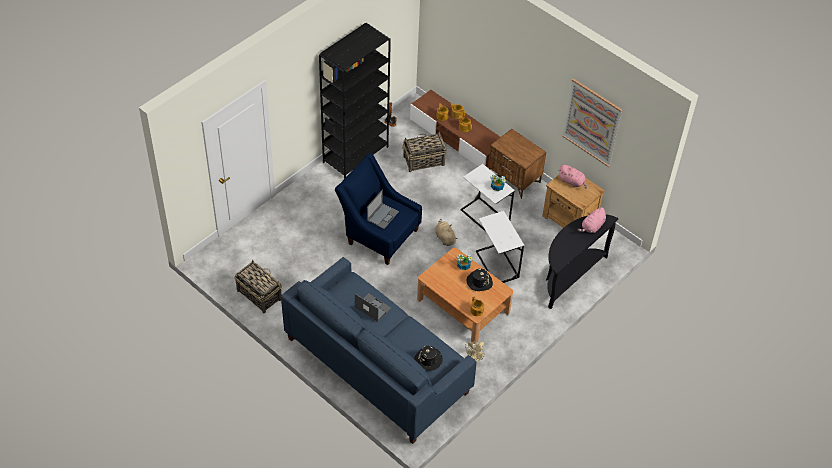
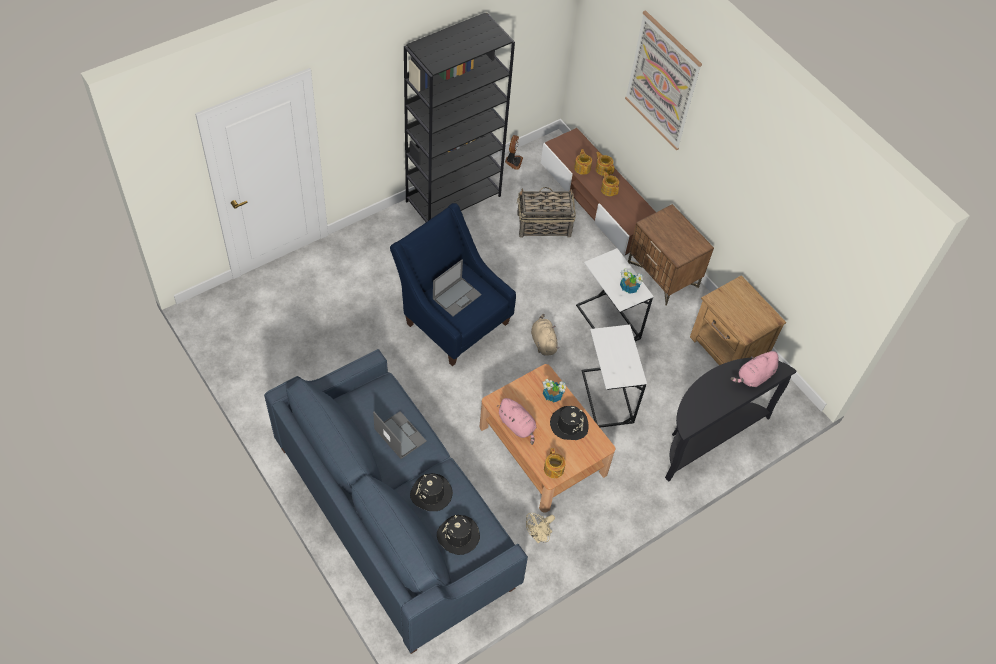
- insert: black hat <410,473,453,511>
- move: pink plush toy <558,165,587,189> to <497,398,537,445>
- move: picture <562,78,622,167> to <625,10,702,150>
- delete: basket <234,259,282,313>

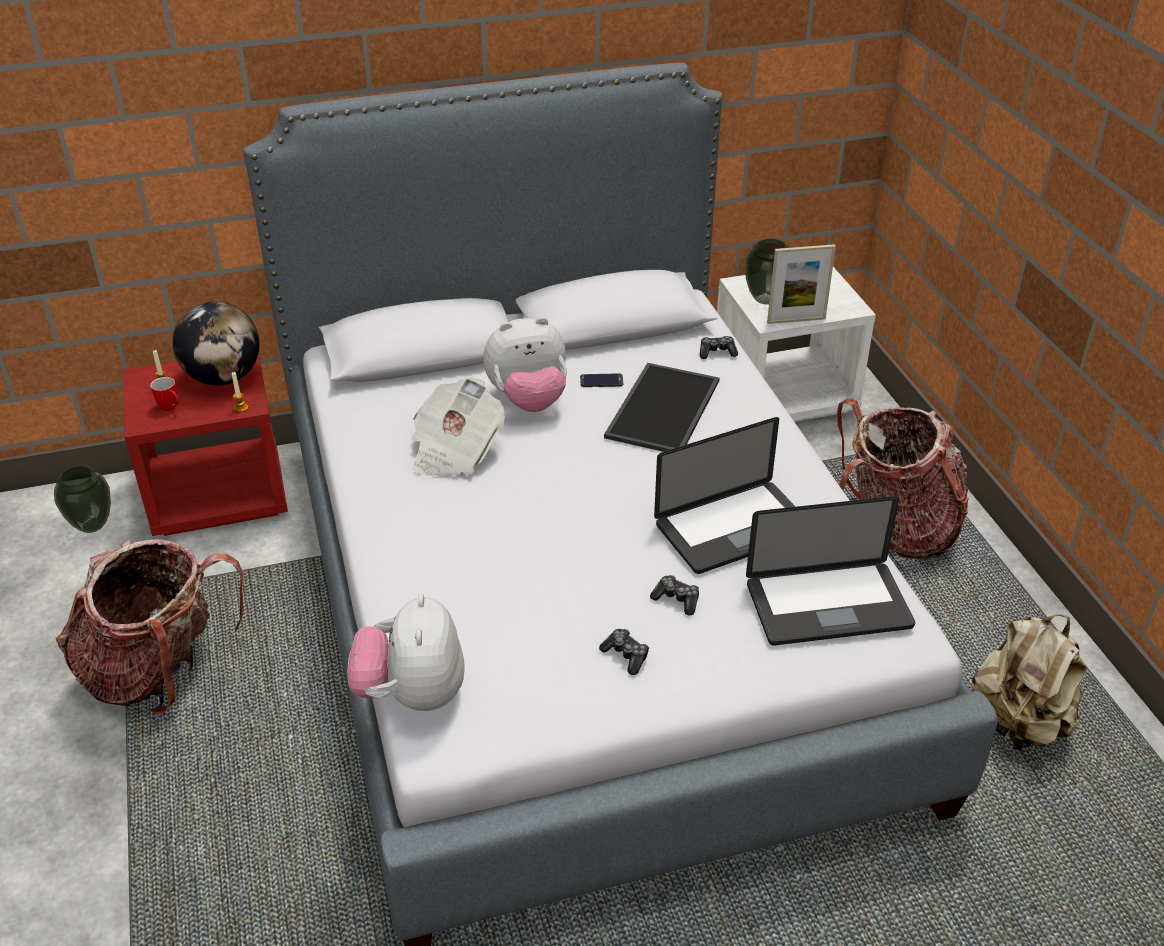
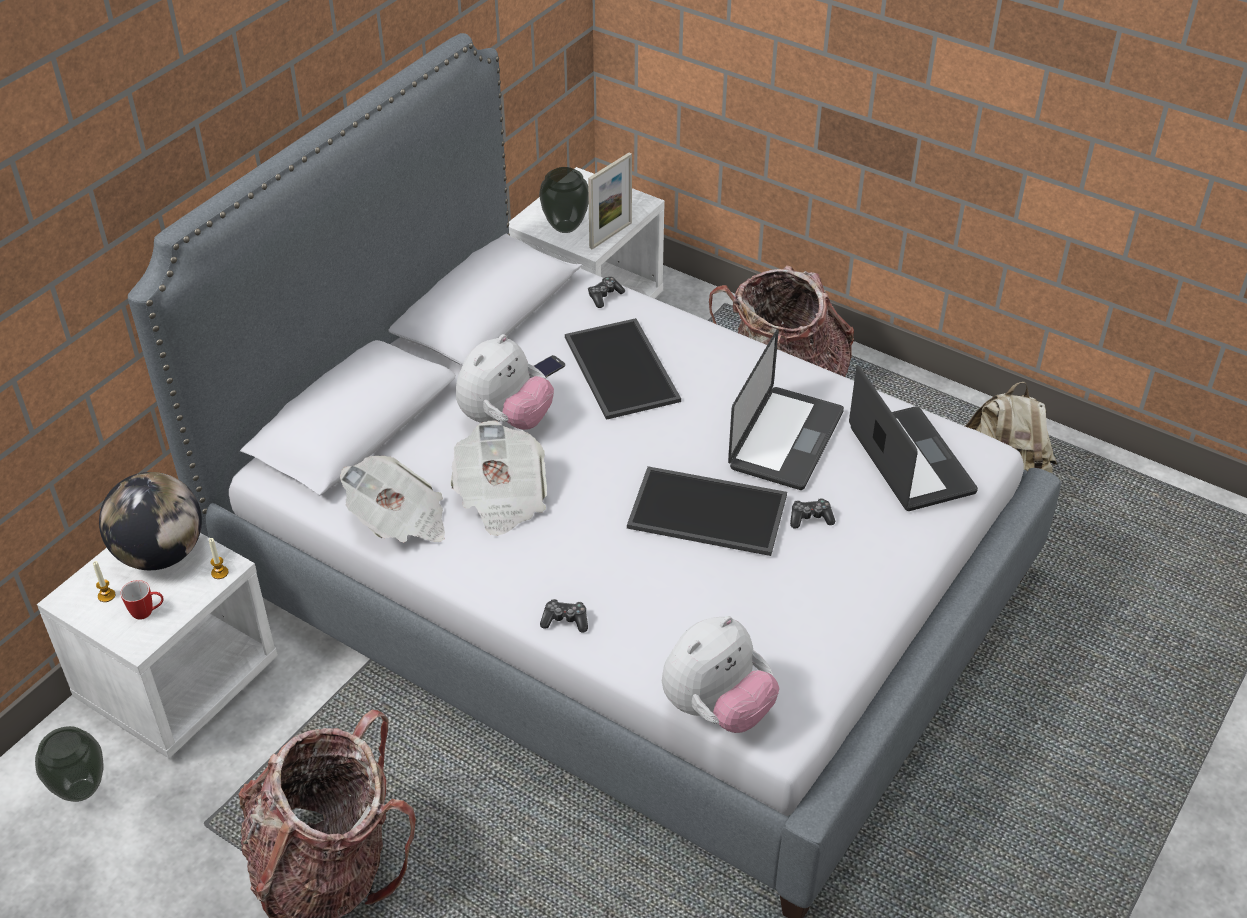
- recolor: red nightstand <123,354,288,536> to white nightstand <37,533,278,758>
- insert: newspaper <340,456,445,543>
- move: game controller <599,629,649,675> to <540,599,588,633>
- insert: tray <627,466,787,556>
- rotate: plush toy <347,594,465,711> = <662,616,779,733> 90 degrees counterclockwise
- rotate: laptop <746,496,915,645> = <849,365,978,511> 60 degrees counterclockwise

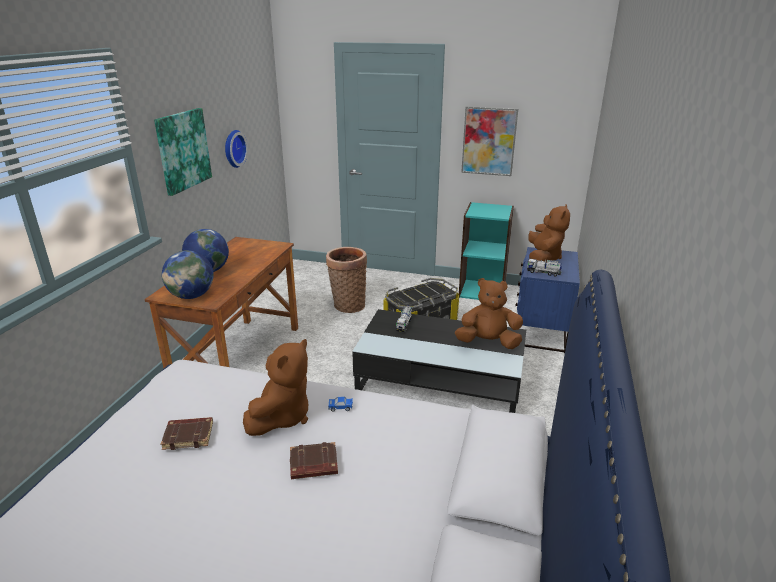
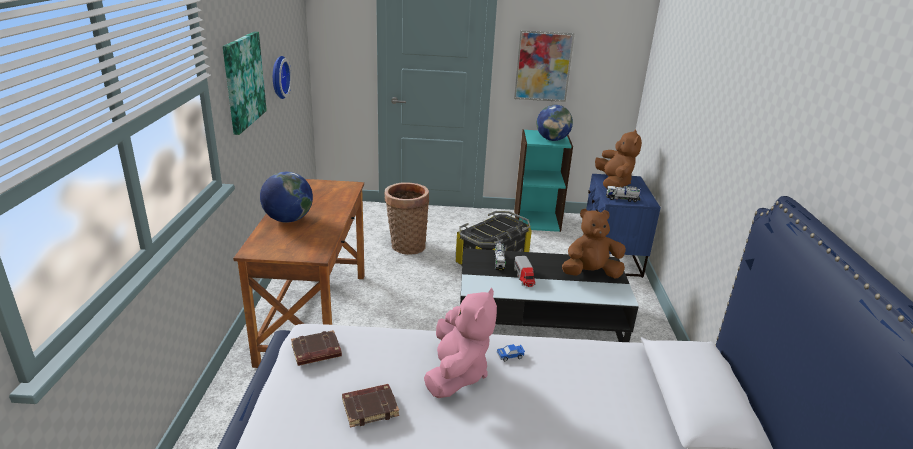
- move: brown book <290,442,338,479> to <291,330,342,366>
- recolor: brown plush toy <243,339,308,436> to pink plush toy <424,287,497,398>
- insert: toy truck <514,256,536,287>
- move: globe <162,250,214,299> to <536,105,573,141>

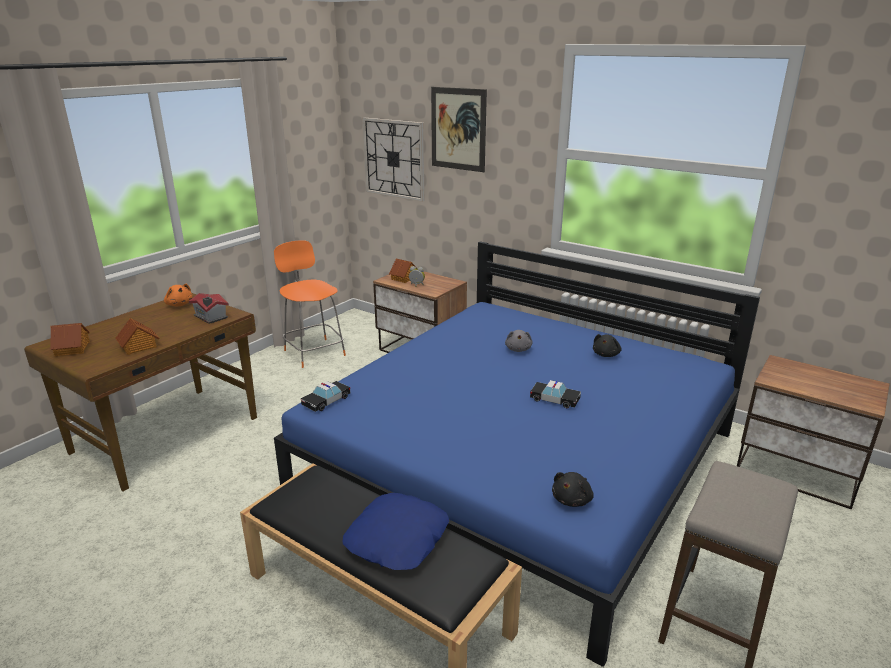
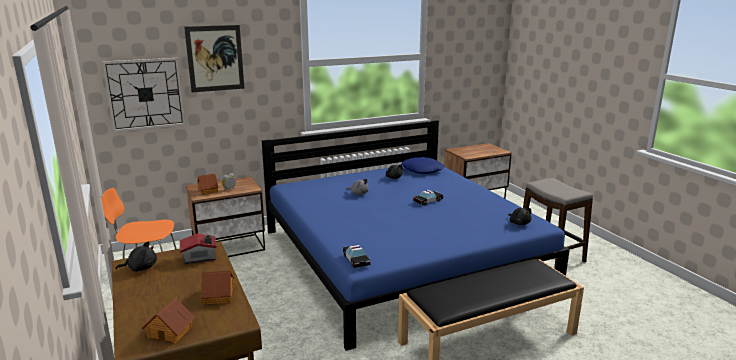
- recolor: orange plush toy <164,284,193,306> to black plush toy <116,241,157,272>
- move: blue pillow <343,493,449,570> to <401,157,445,174>

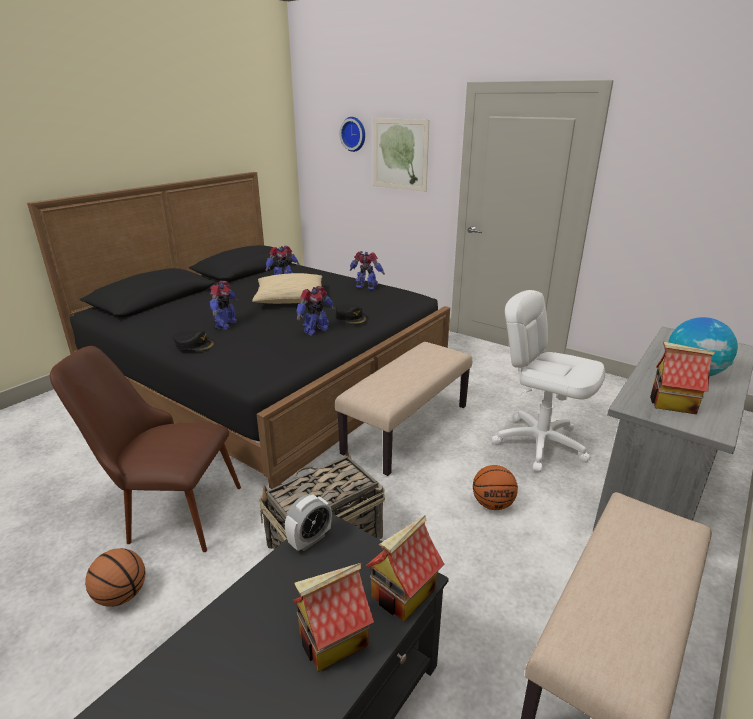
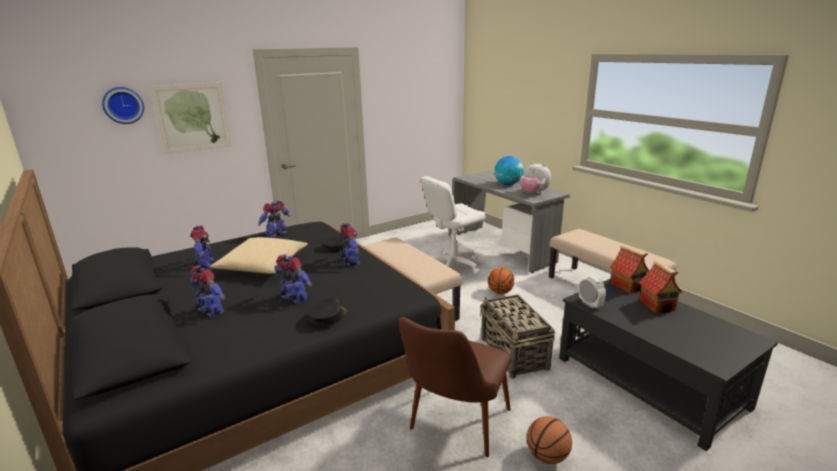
- insert: toy robot <190,265,225,317>
- replace: toy house <650,342,715,414> to plush toy <520,162,551,194>

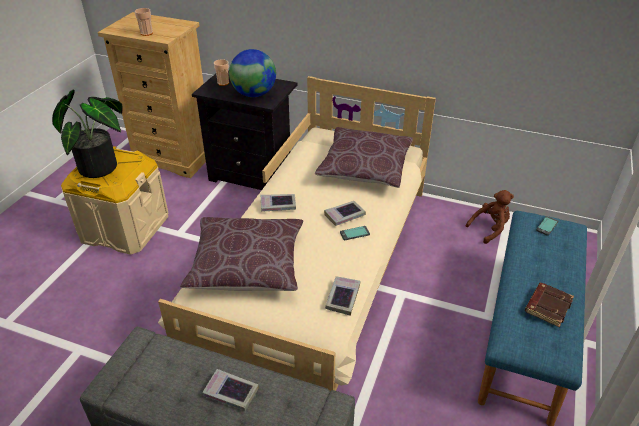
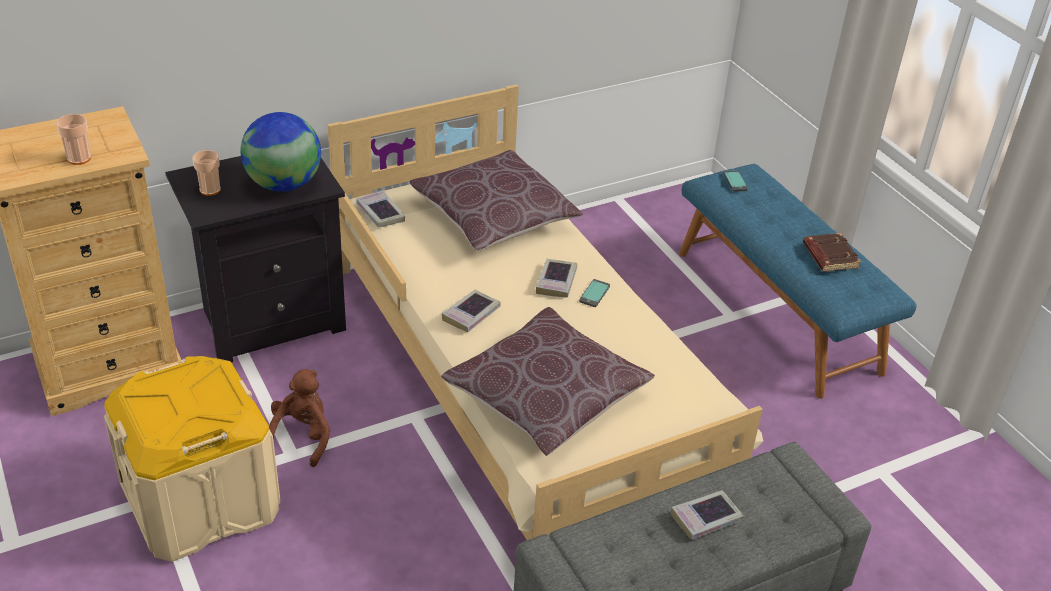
- move: brown plush toy <466,190,514,244> to <269,369,330,467>
- move: book <325,276,361,316> to <356,190,405,228>
- delete: potted plant <52,90,123,178>

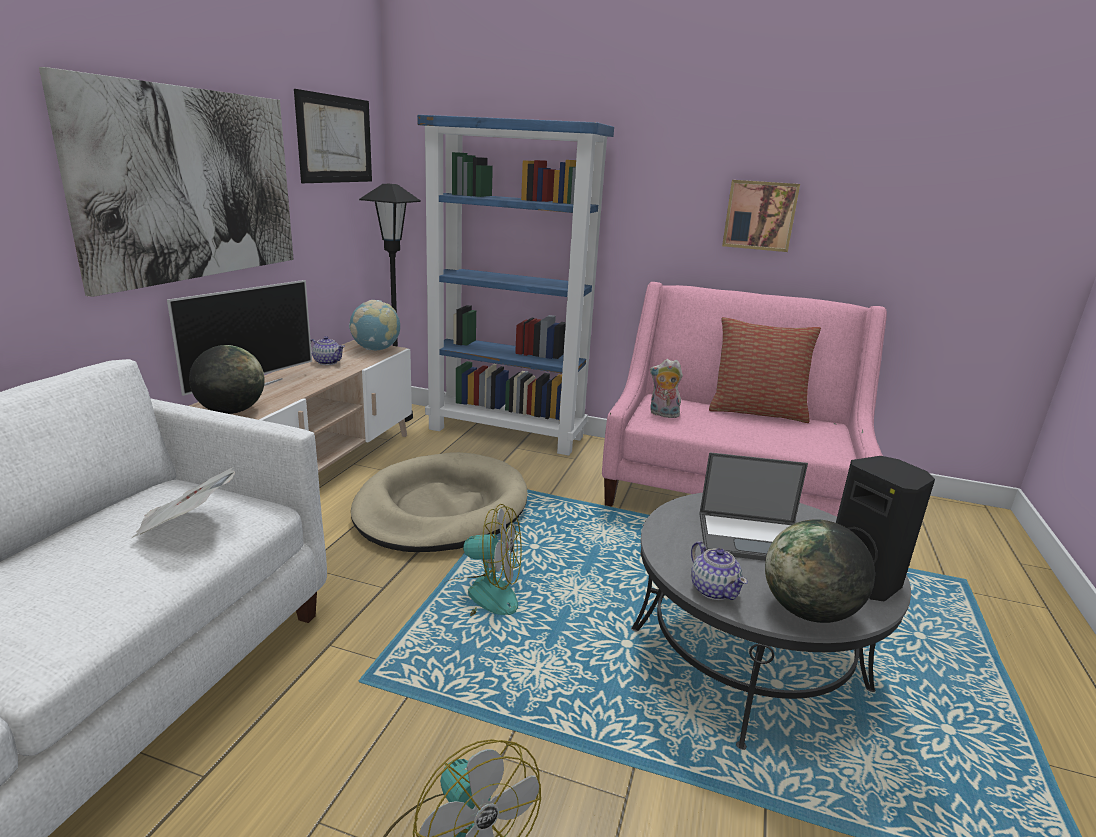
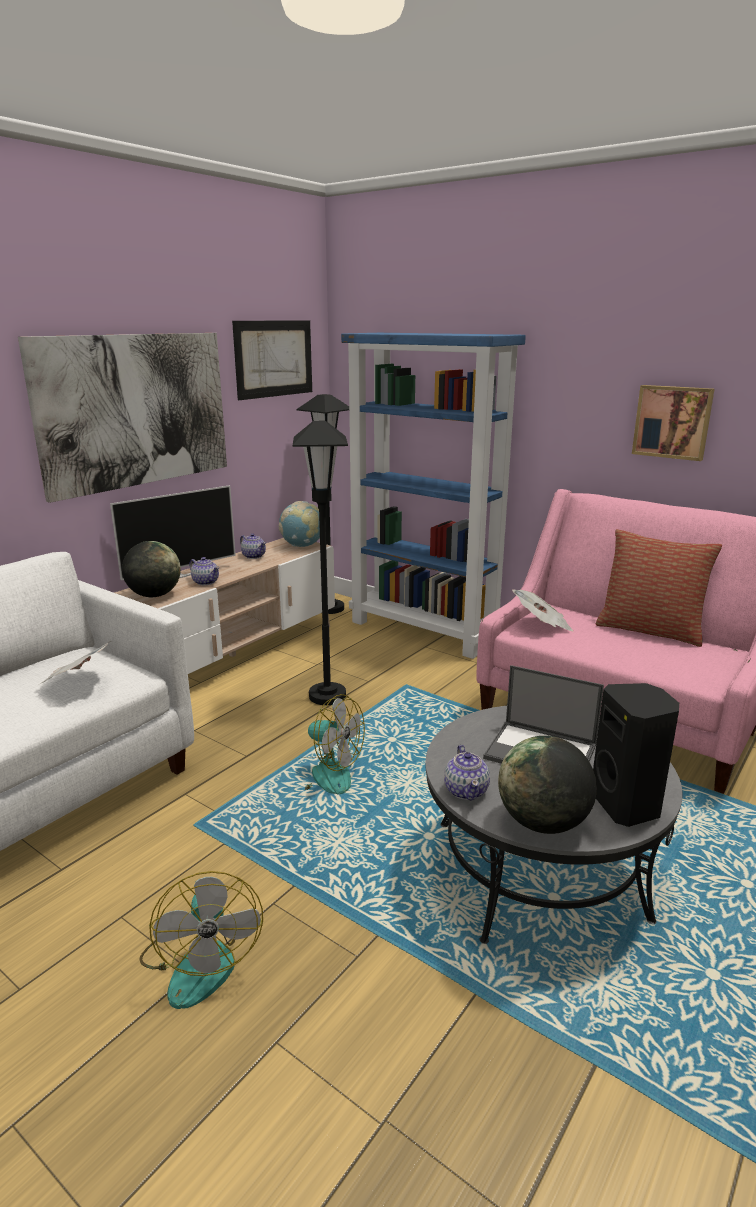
- insert: teapot <189,557,219,585>
- replace: beige dog bed <351,452,528,552> to black floor lamp <293,421,348,705>
- replace: plush toy <650,359,683,419> to newspaper <512,589,573,631>

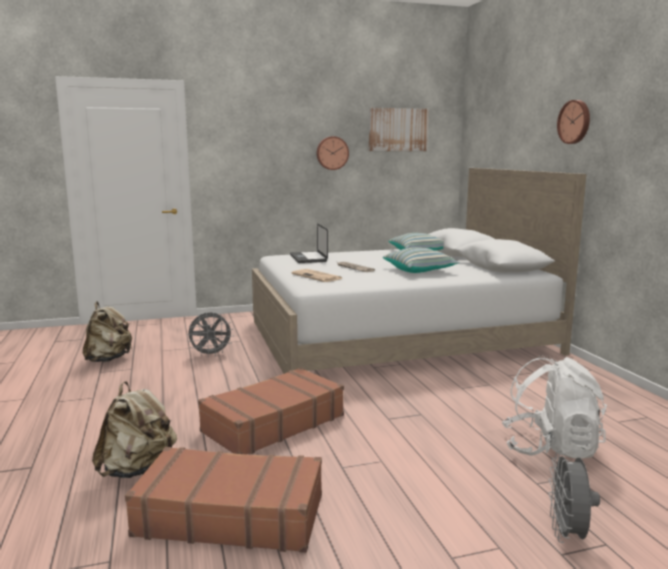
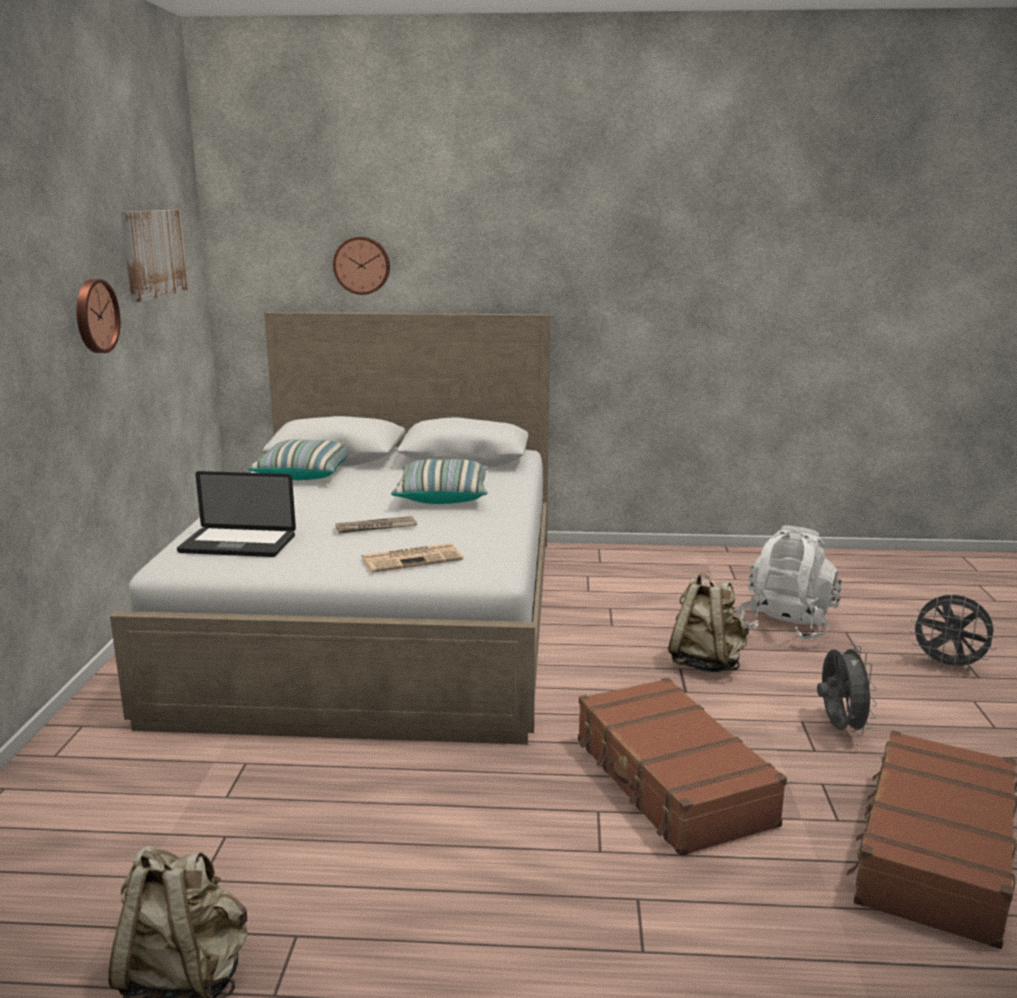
- move: wall clock <557,100,590,144> to <333,237,390,295>
- move: beige backpack <92,381,177,478> to <668,573,749,672>
- move: grey fan <187,312,234,357> to <817,643,877,736>

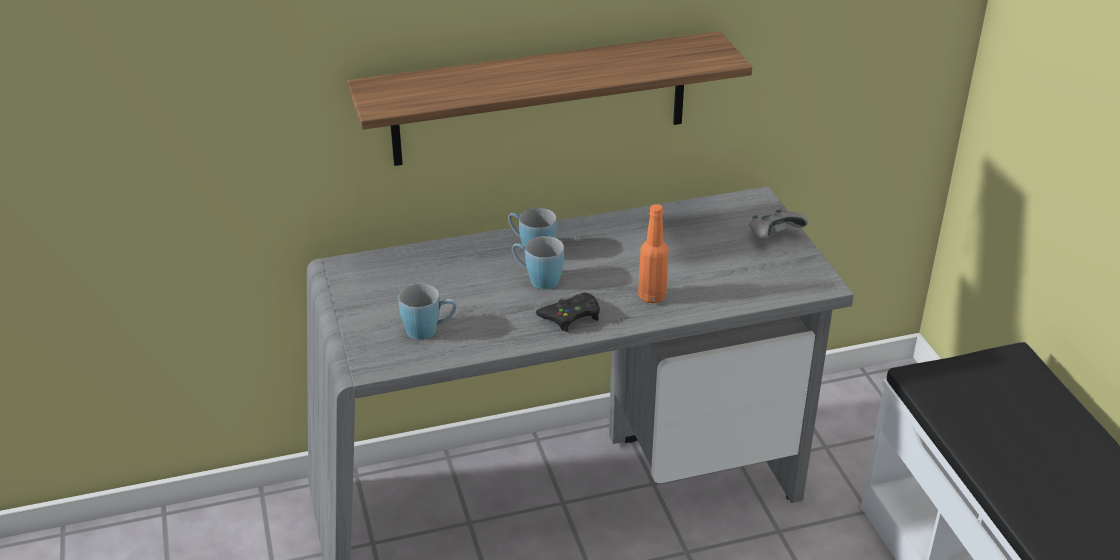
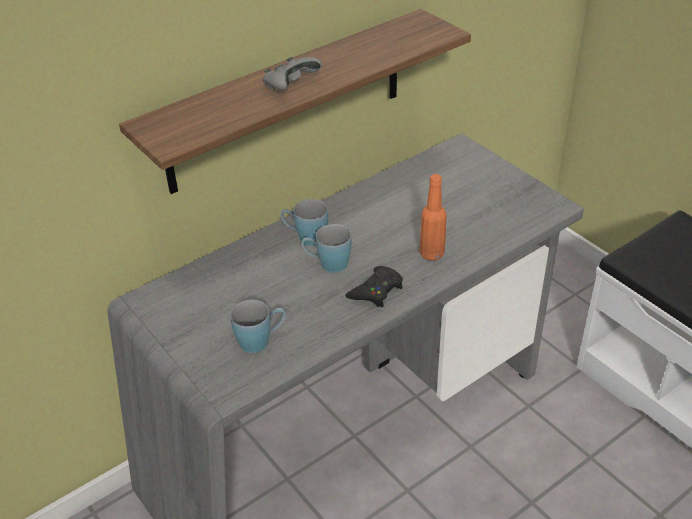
- move: grey game controller <749,209,808,239> to <262,57,322,90>

